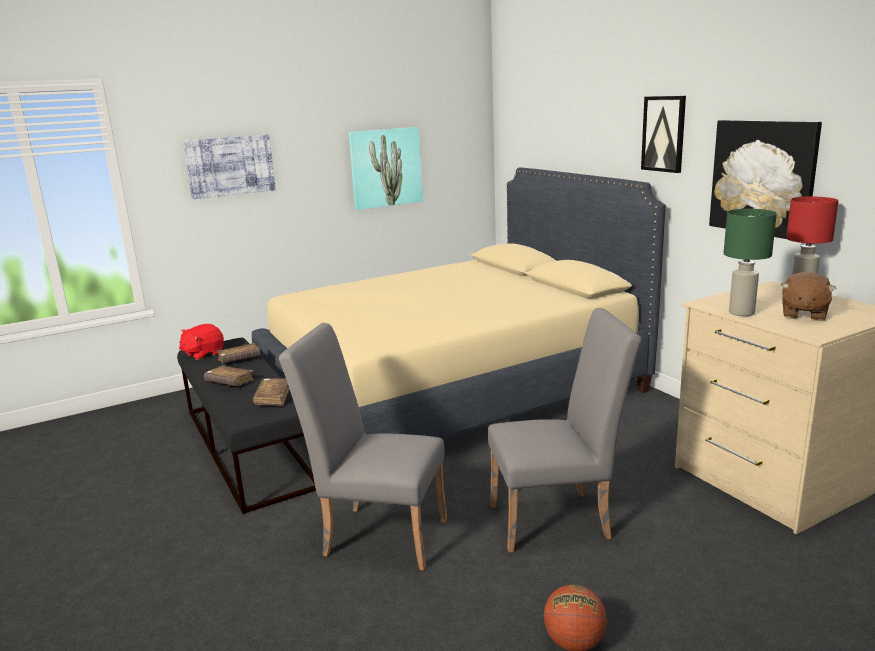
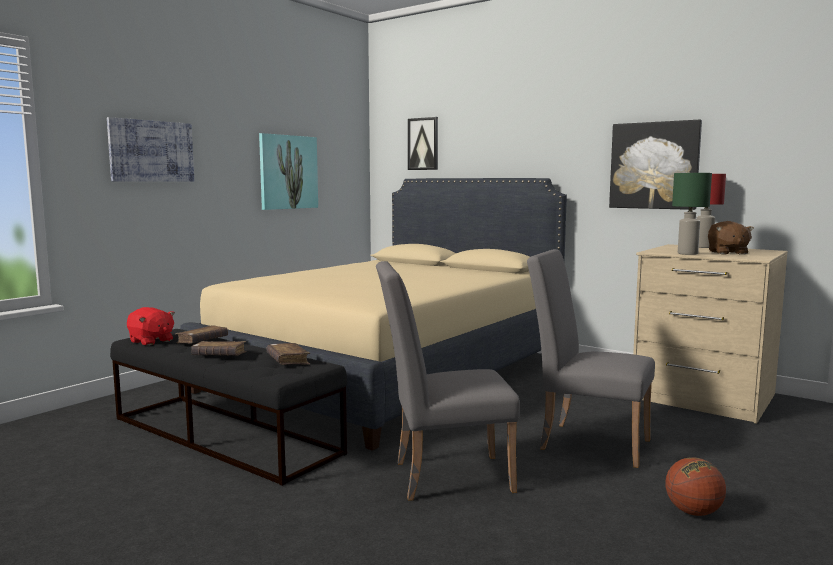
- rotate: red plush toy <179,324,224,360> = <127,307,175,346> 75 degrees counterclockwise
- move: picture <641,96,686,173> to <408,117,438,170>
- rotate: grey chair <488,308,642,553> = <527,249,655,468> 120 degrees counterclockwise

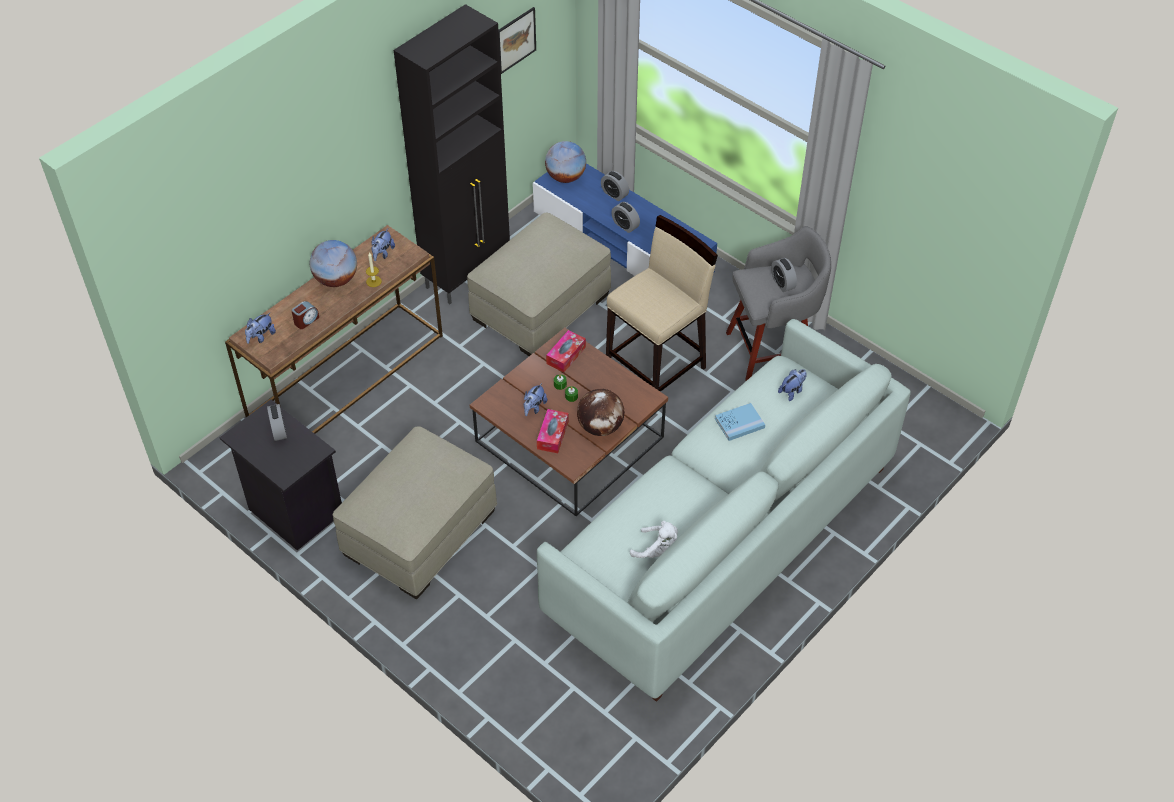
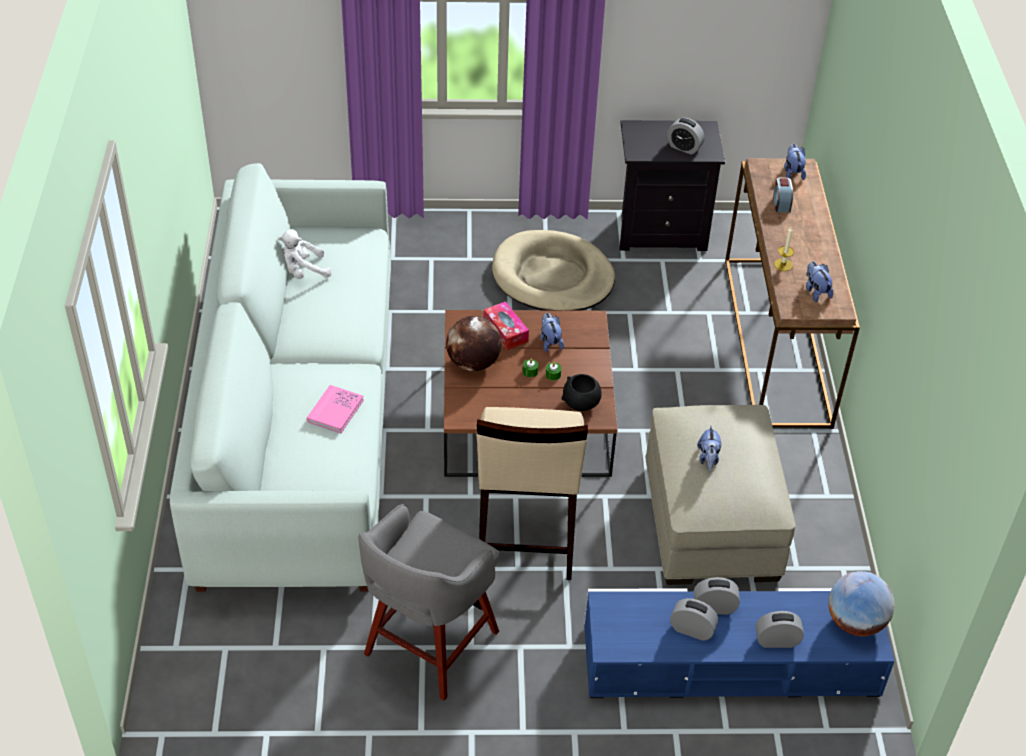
- recolor: blue book <715,403,765,441> to pink book <307,385,364,433>
- replace: beige ottoman <332,426,497,599> to beige dog bed <492,230,615,311>
- replace: tissue box <546,330,586,372> to black bowl <562,374,602,411>
- move: alarm clock <771,258,797,292> to <670,598,718,641>
- move: plush toy <778,369,807,401> to <697,425,721,471>
- delete: globe <310,240,357,287>
- delete: black cabinet <394,4,510,304>
- delete: picture <498,7,536,74>

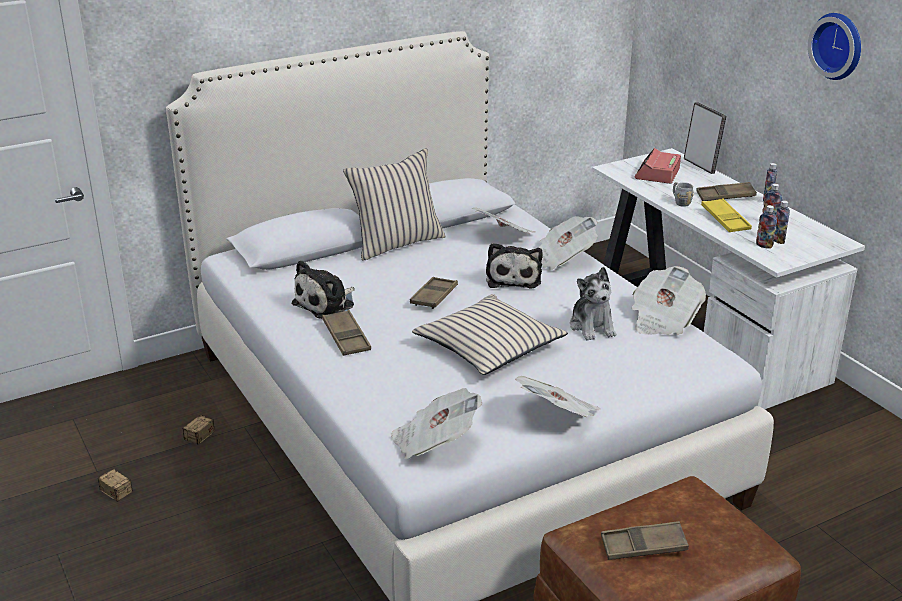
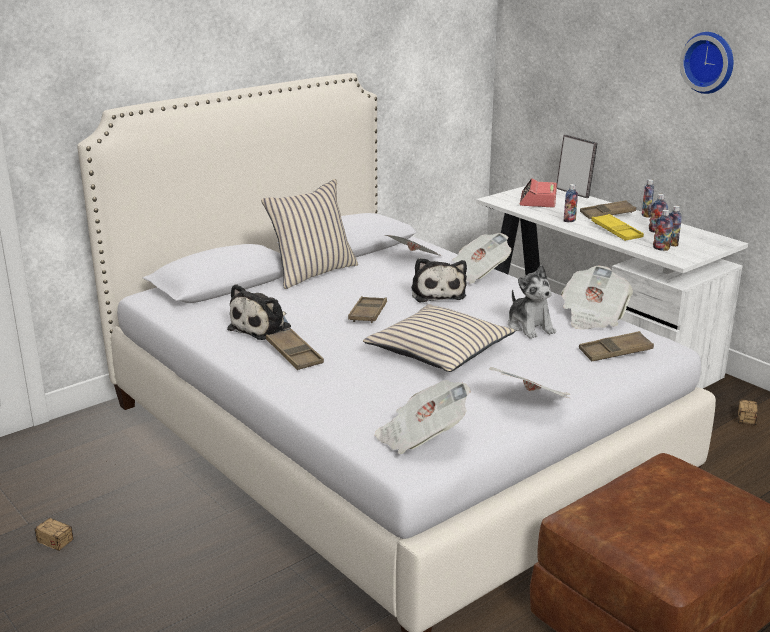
- replace: grey mug <673,182,694,207> to bottle <564,184,578,222>
- move: brown tray <601,521,689,560> to <579,331,654,361>
- move: storage box <167,415,215,444> to <738,399,758,425>

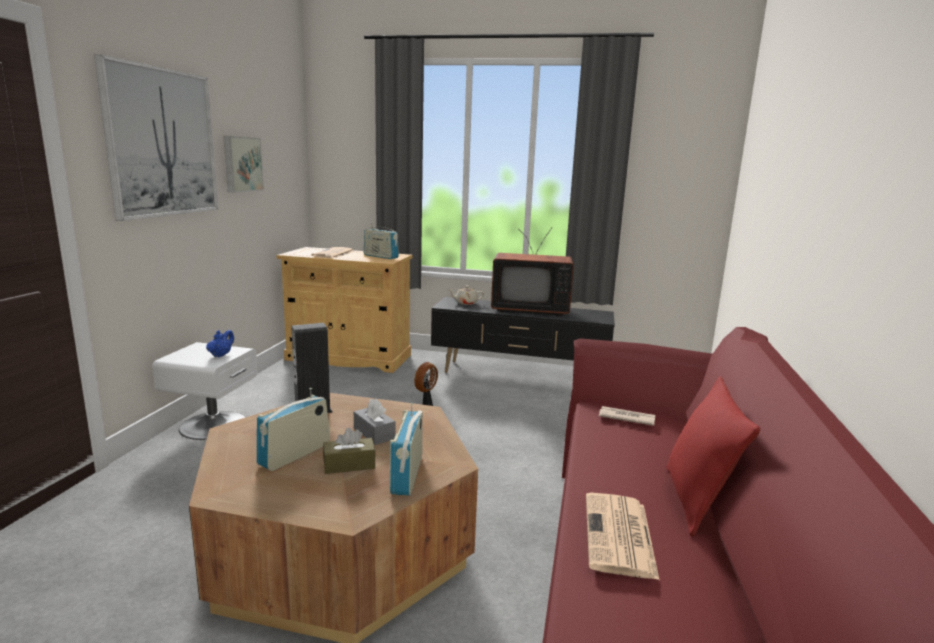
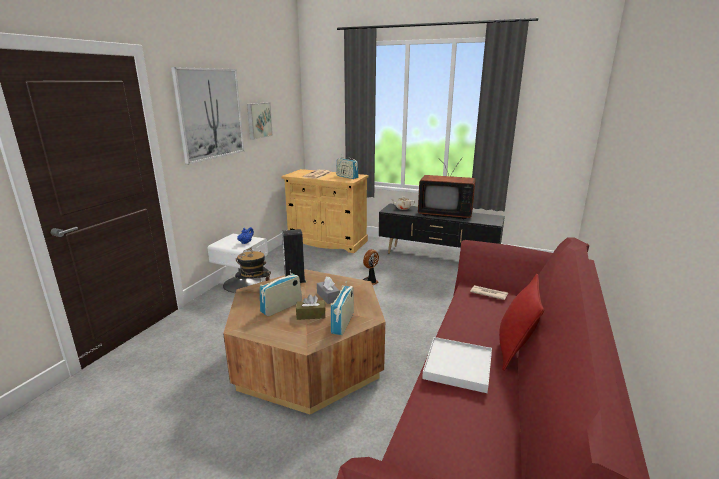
- insert: hat <235,247,271,283>
- replace: newspaper <586,493,660,580> to white tray <422,337,492,393>

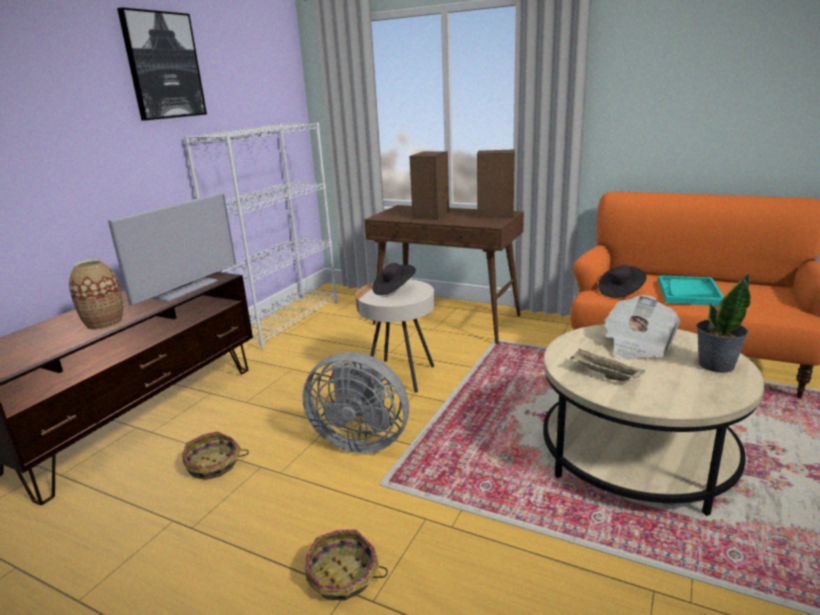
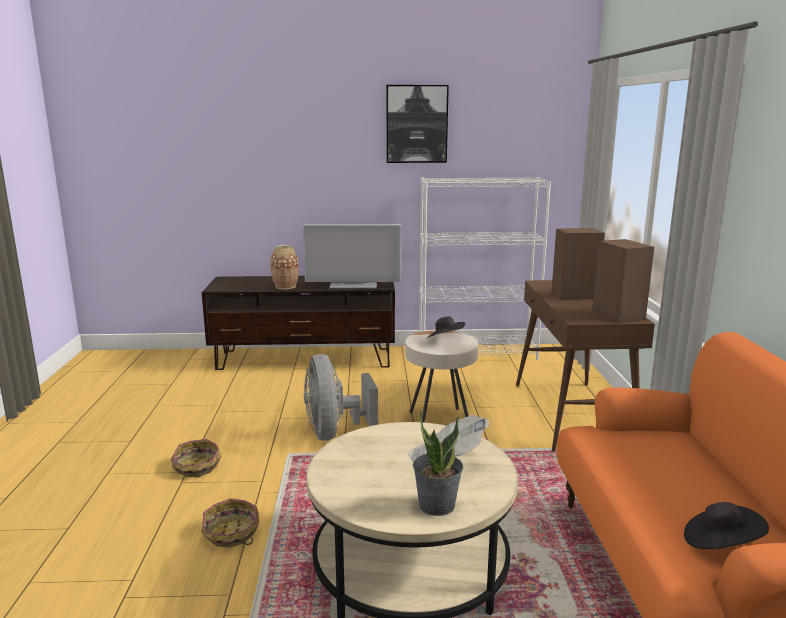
- move: basket <182,431,249,480> to <201,498,259,548>
- move: black hat <598,265,647,298> to <684,502,769,549>
- delete: beige tray <571,349,645,381>
- delete: turquoise tray <658,275,724,306>

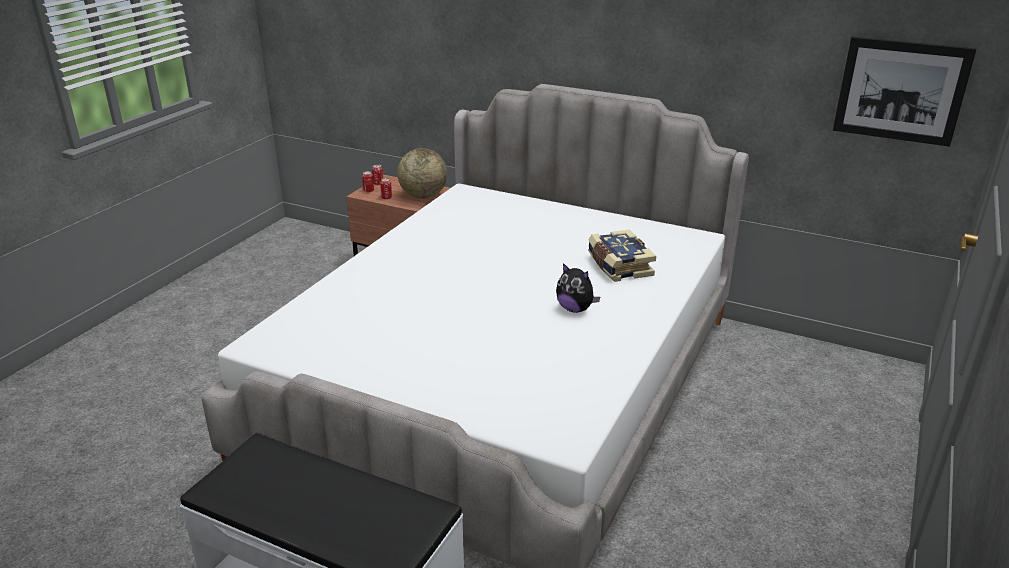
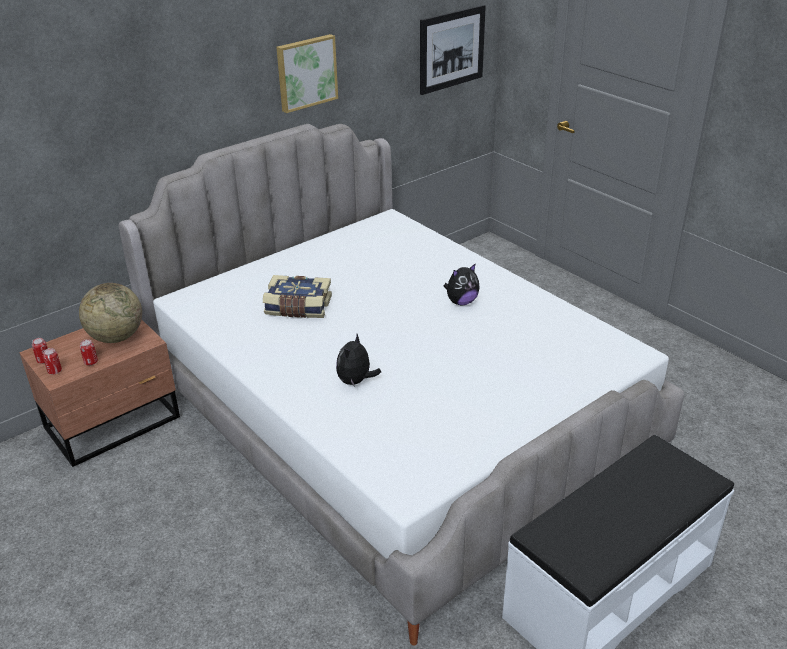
- move: book <588,229,656,282> to <263,275,332,318>
- insert: picture <276,34,338,113>
- insert: plush toy <336,334,381,387>

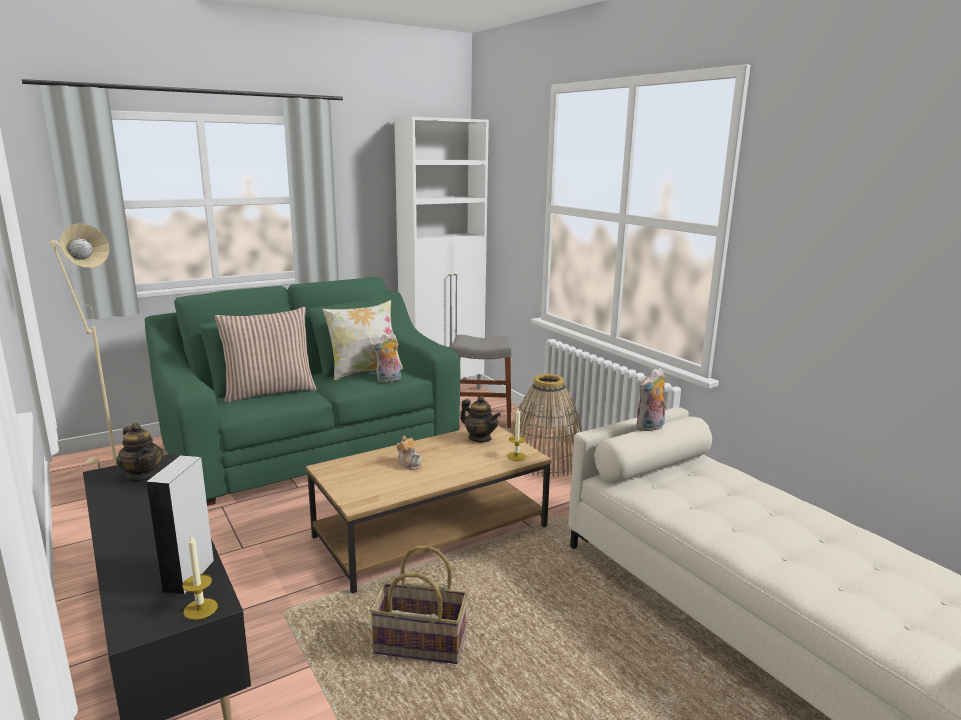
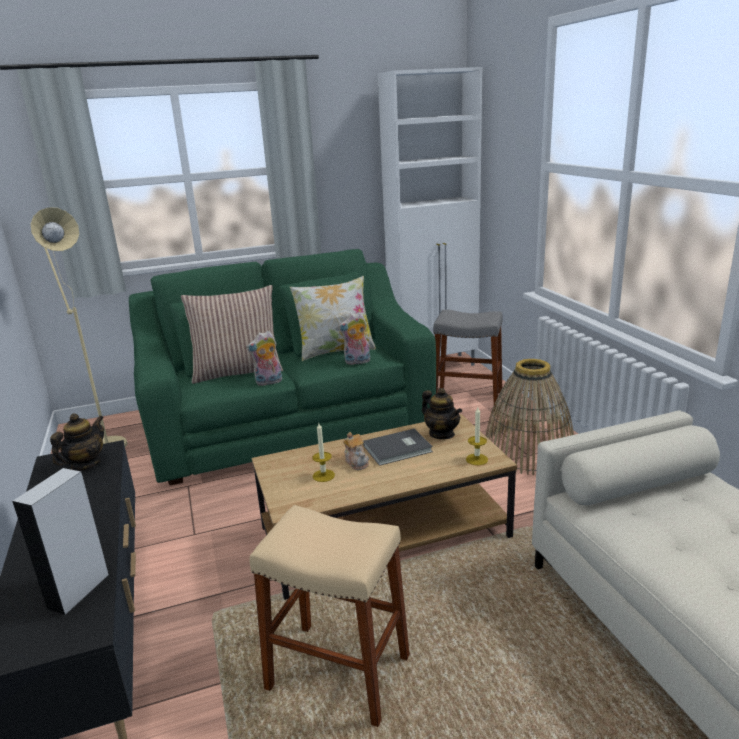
- rotate: teapot <116,423,163,482> = <50,413,104,471> 120 degrees counterclockwise
- move: plush toy <636,367,667,431> to <246,331,282,386>
- replace: basket <370,546,468,664> to beige stool <250,505,410,727>
- move: candle <182,535,218,620> to <312,423,335,482>
- insert: grey book <363,429,433,466>

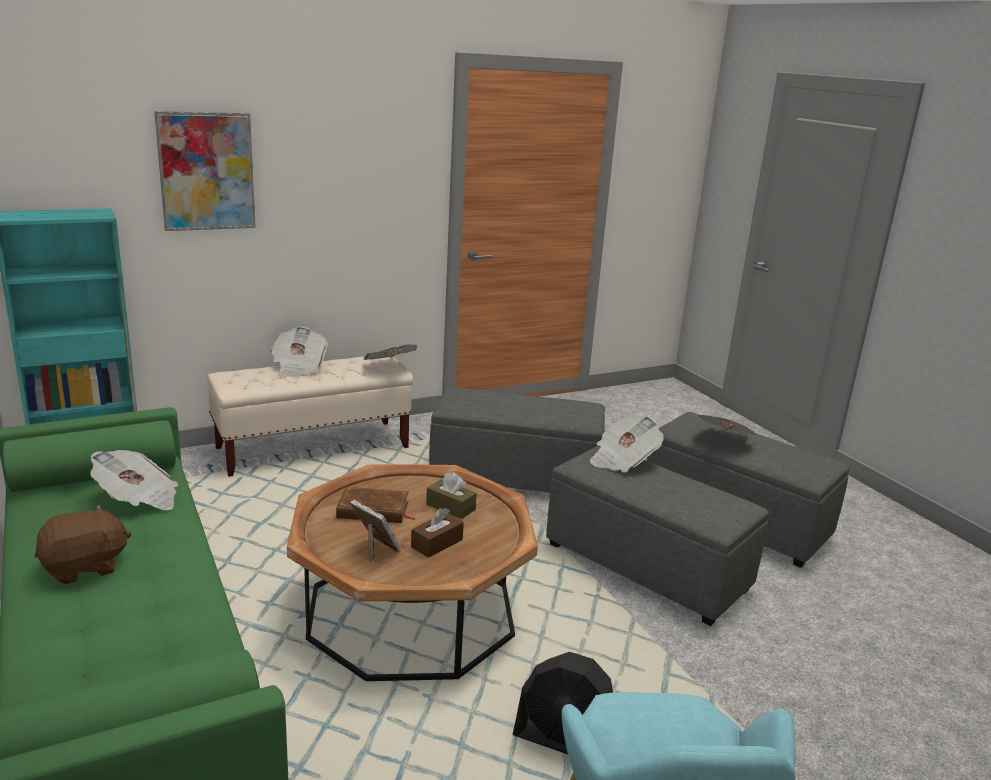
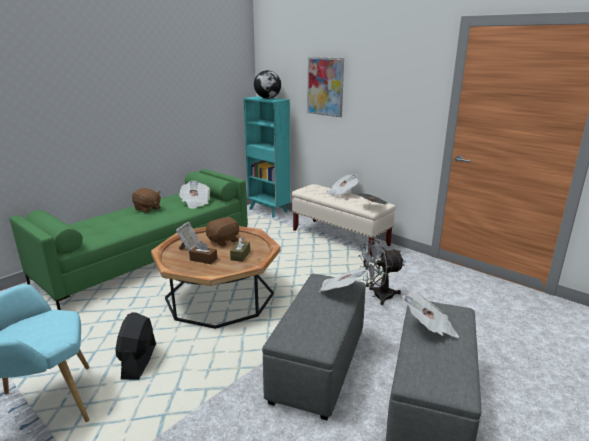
- replace: brown book <336,487,416,523> to brown plush toy <206,216,239,246>
- insert: globe <254,70,281,99>
- replace: grey ottoman <429,387,605,493> to grey fan <358,240,405,305>

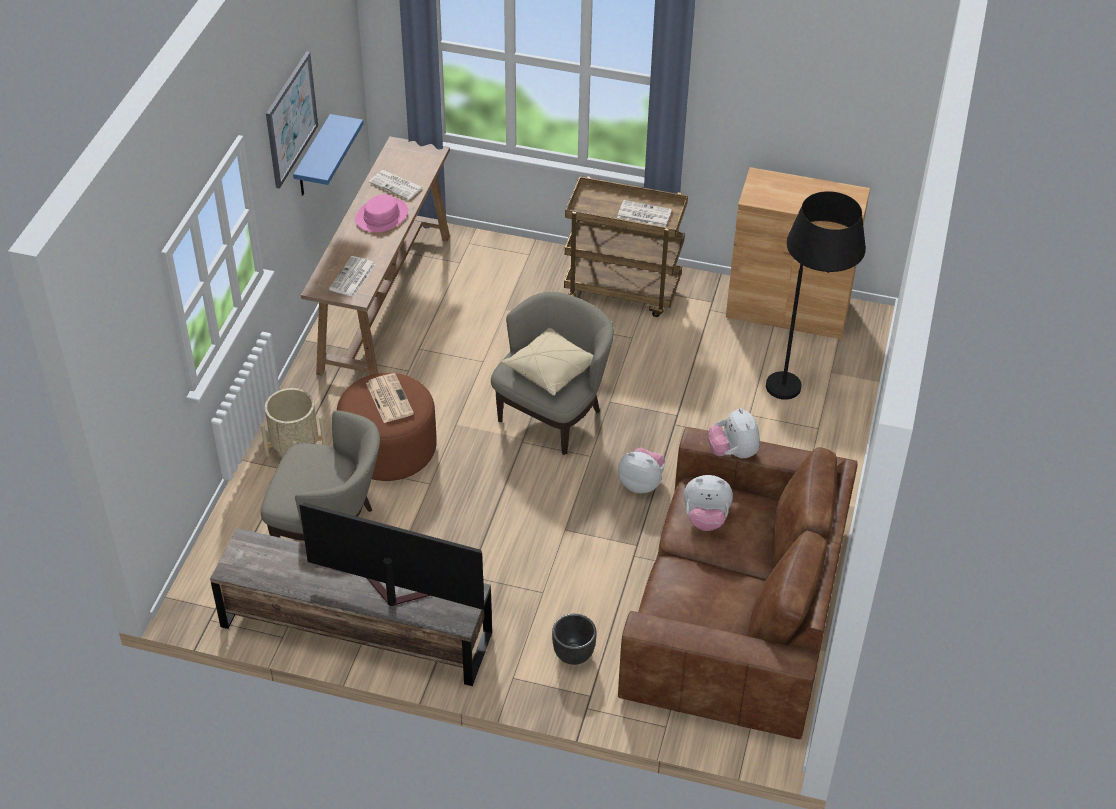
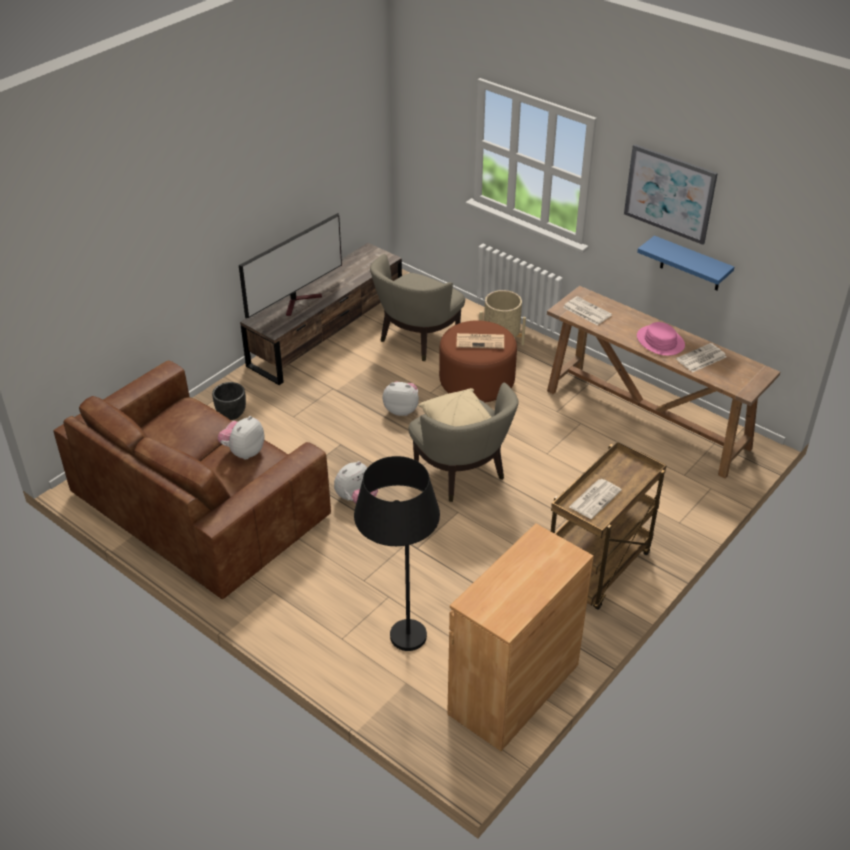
- move: plush toy <707,408,760,459> to <383,381,419,416>

